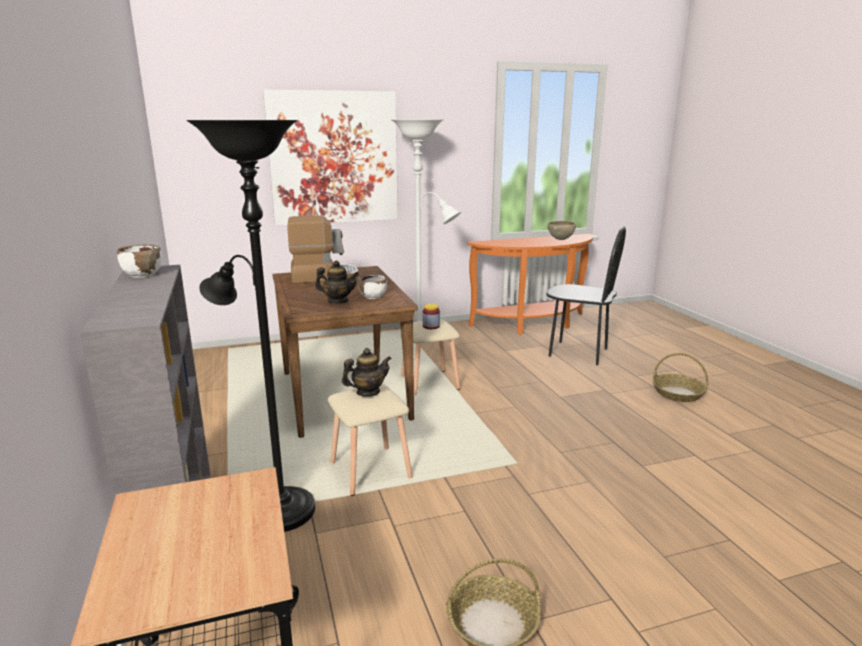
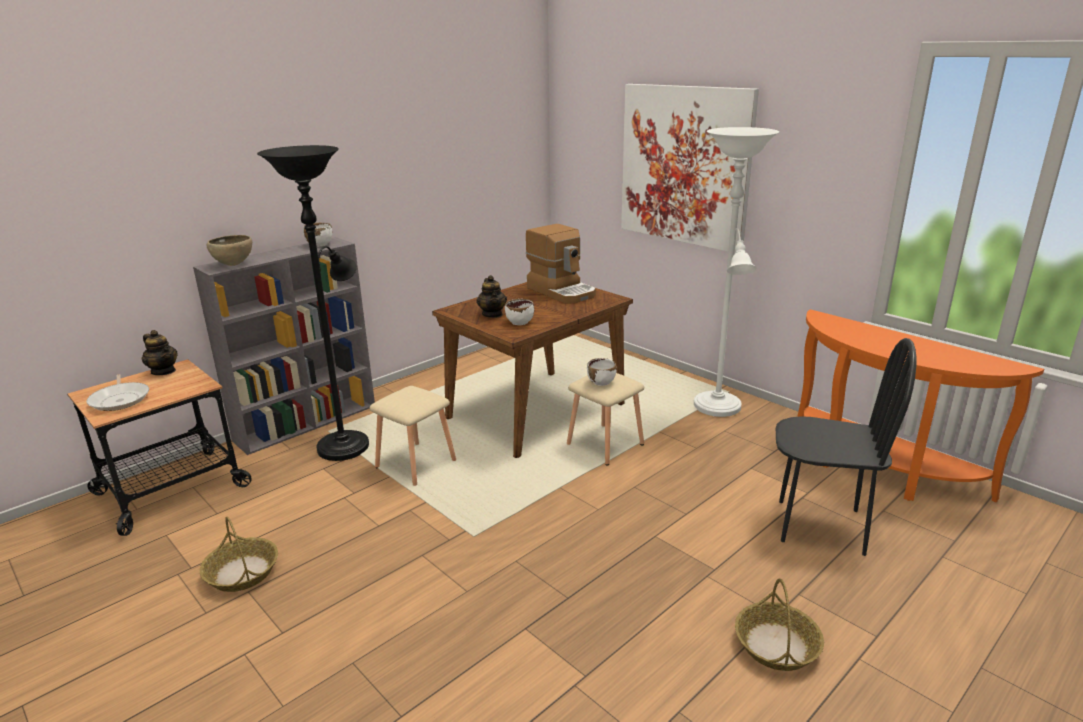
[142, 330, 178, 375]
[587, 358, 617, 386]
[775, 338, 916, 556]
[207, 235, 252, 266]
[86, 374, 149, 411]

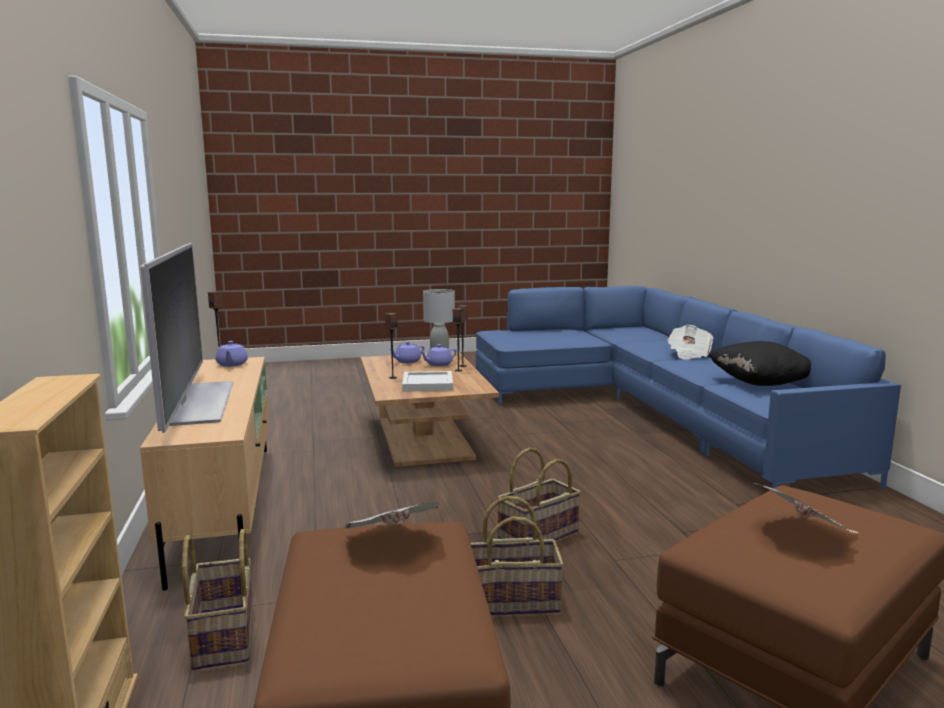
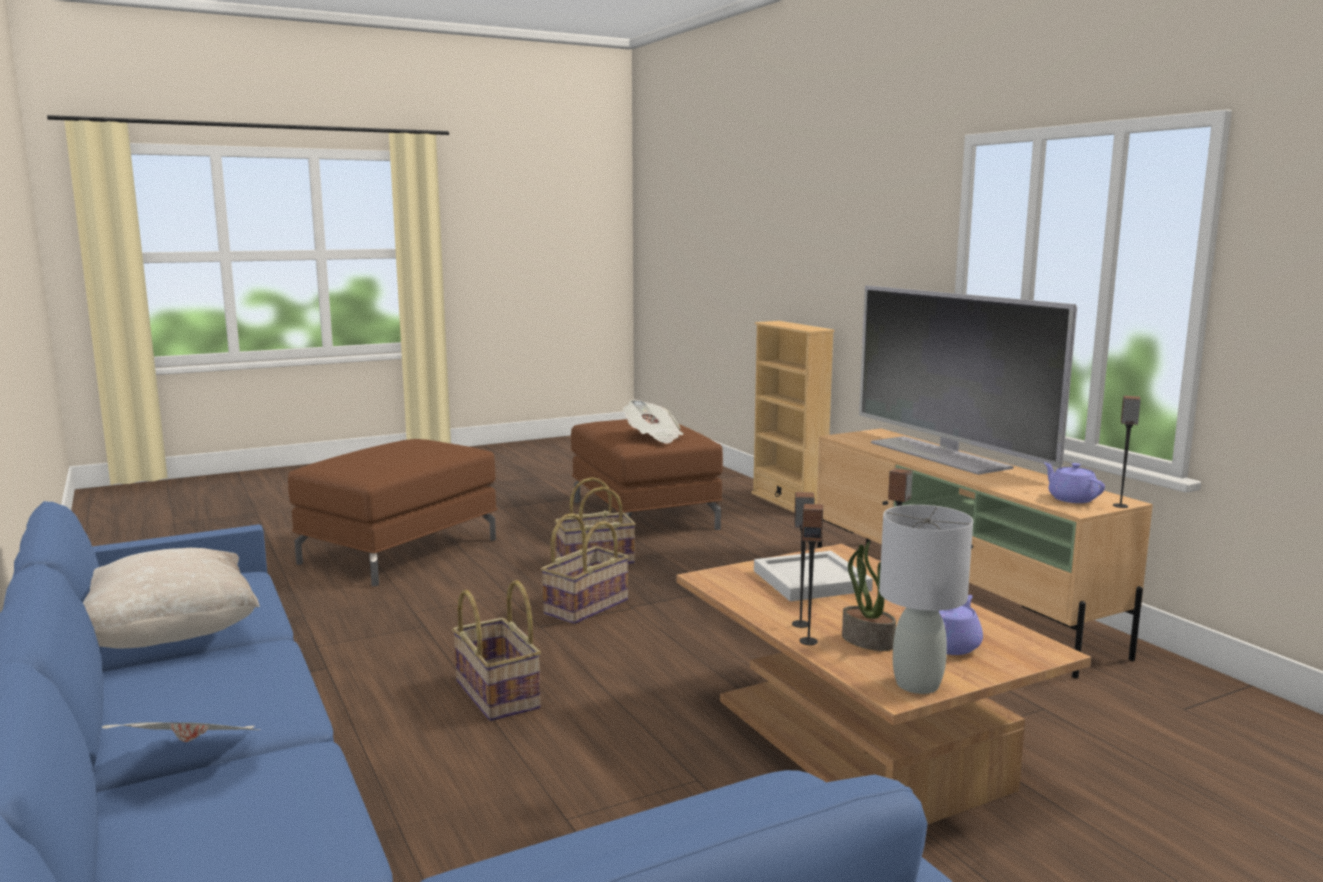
[452, 580, 541, 721]
[842, 541, 896, 651]
[83, 548, 260, 648]
[753, 483, 859, 534] (first image)

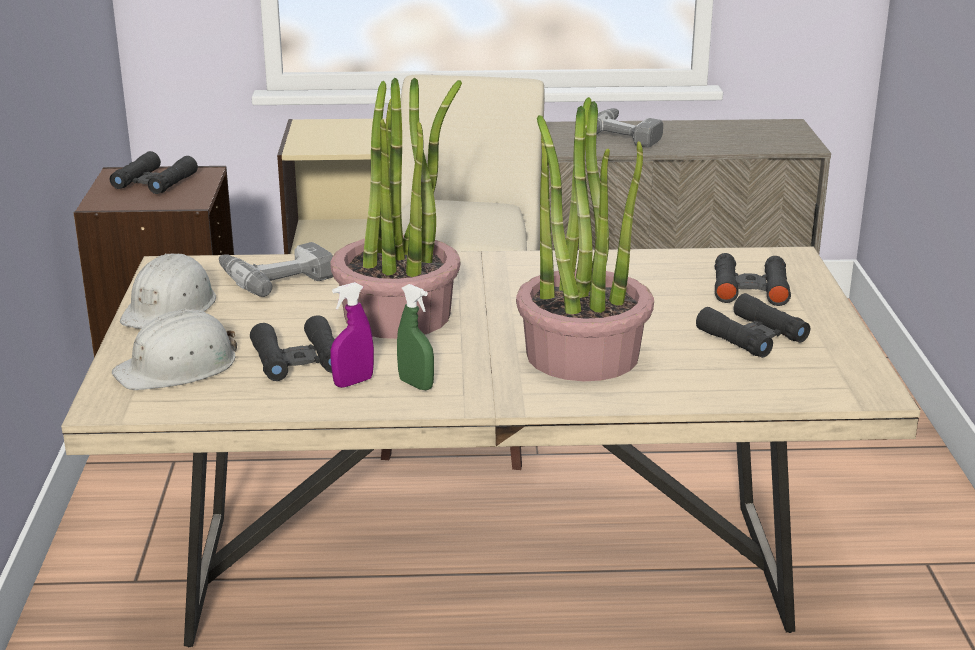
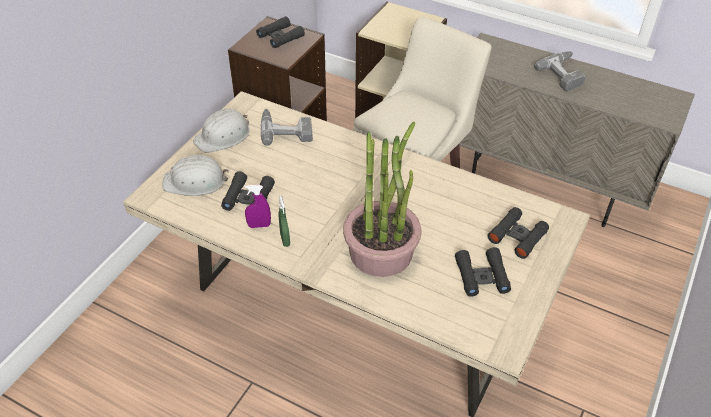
[330, 77, 462, 339] (first image)

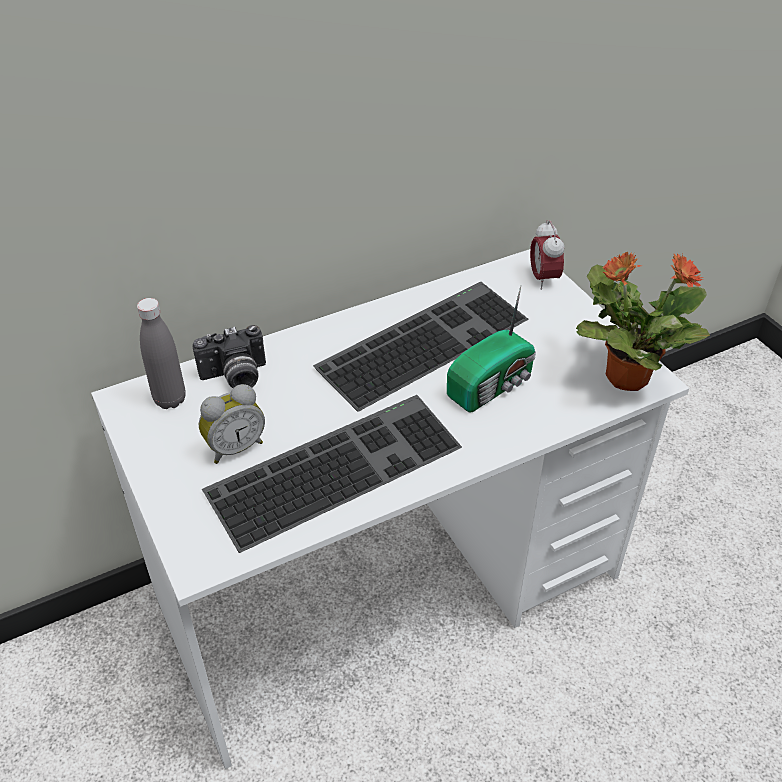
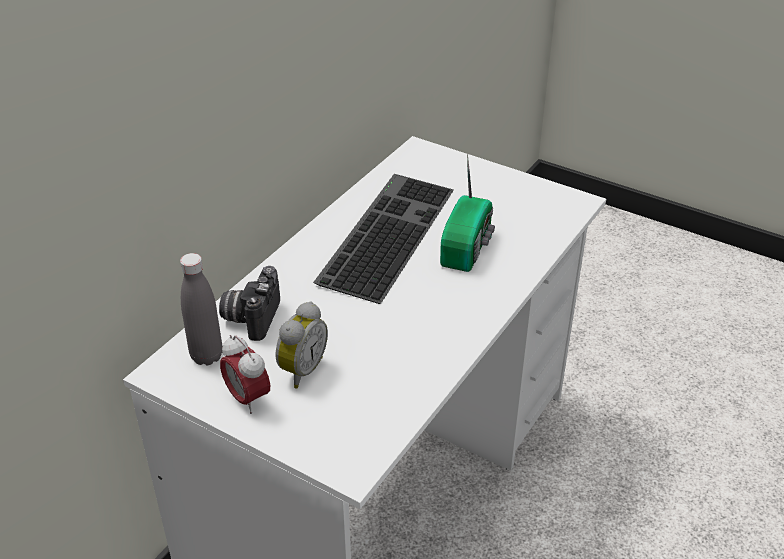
[219, 266, 280, 341]
[202, 395, 462, 553] (first image)
[220, 335, 270, 414]
[576, 252, 710, 391] (first image)

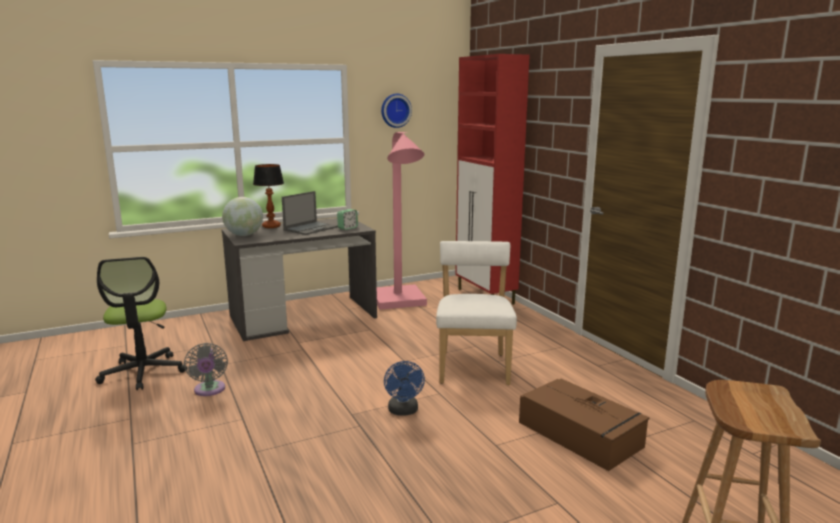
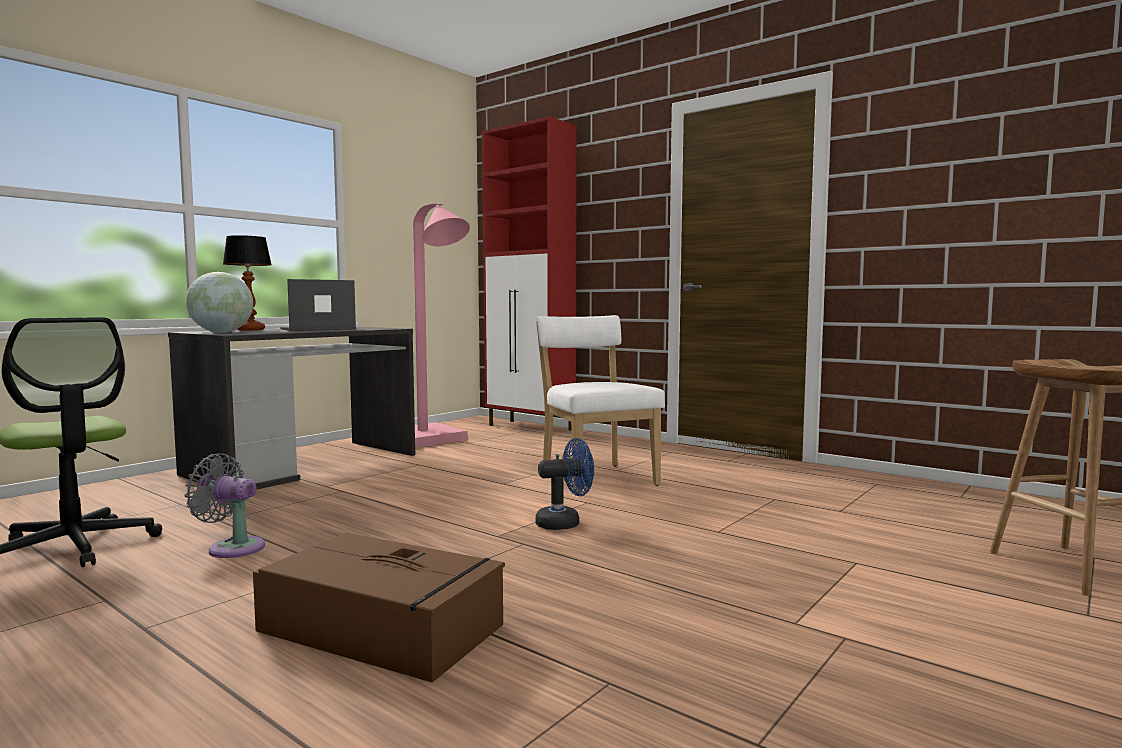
[184, 453, 265, 558]
[280, 279, 356, 331]
[337, 209, 358, 230] (first image)
[381, 94, 412, 128] (first image)
[535, 438, 594, 530]
[253, 533, 505, 683]

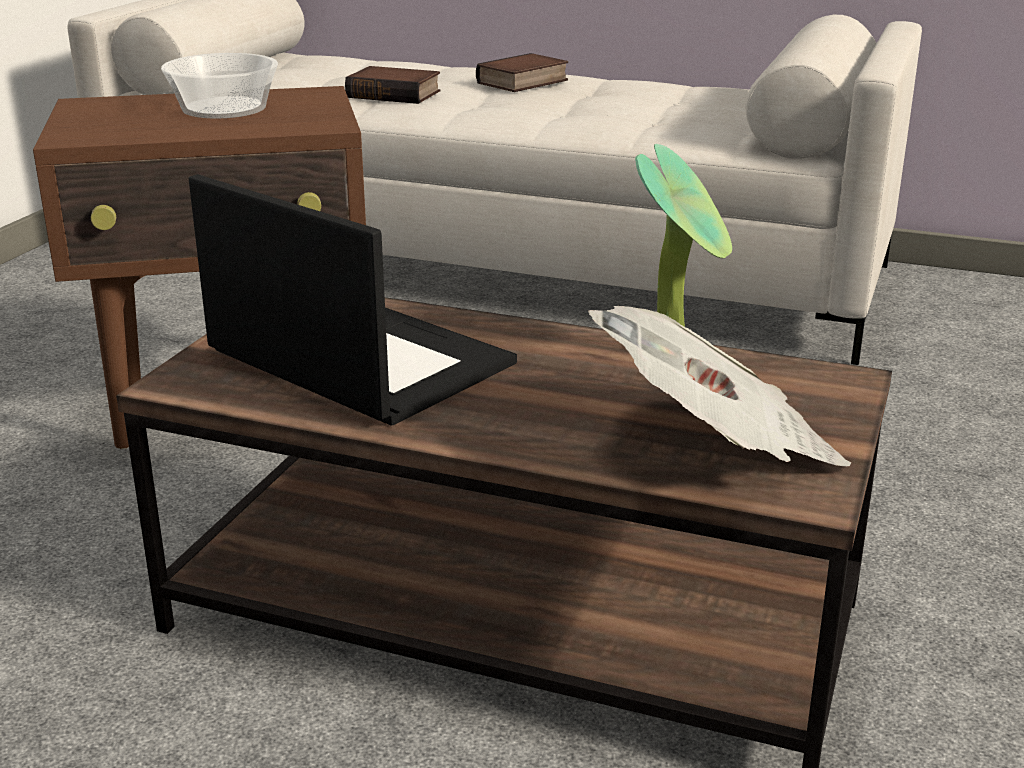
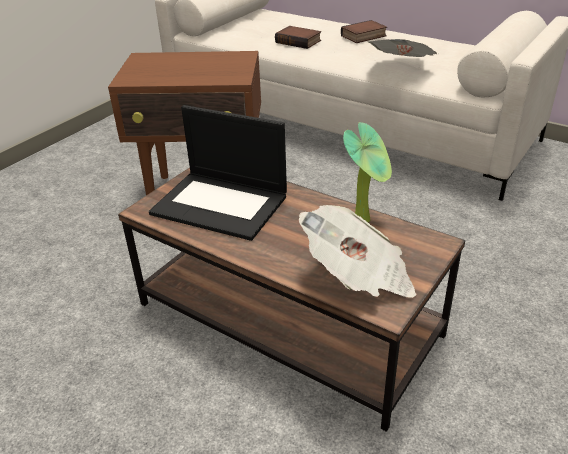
[161, 53, 278, 118] (first image)
[149, 105, 287, 241]
[369, 39, 437, 57]

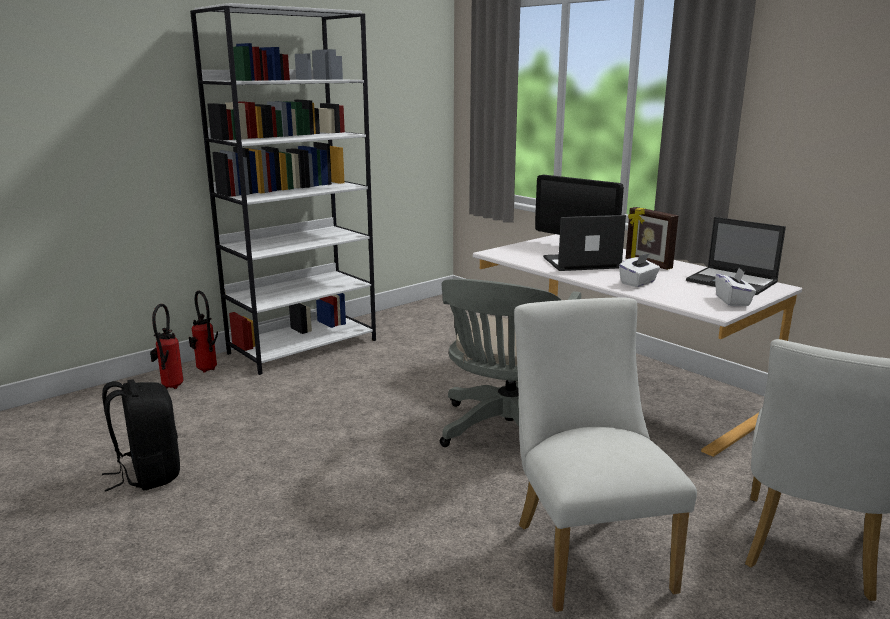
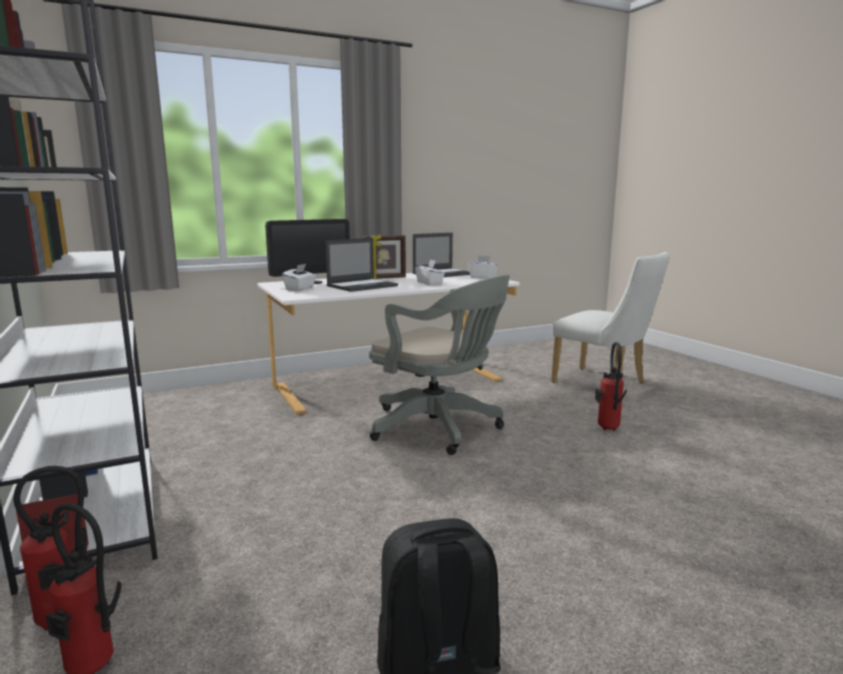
[595, 342, 627, 431]
[325, 238, 398, 292]
[282, 264, 316, 291]

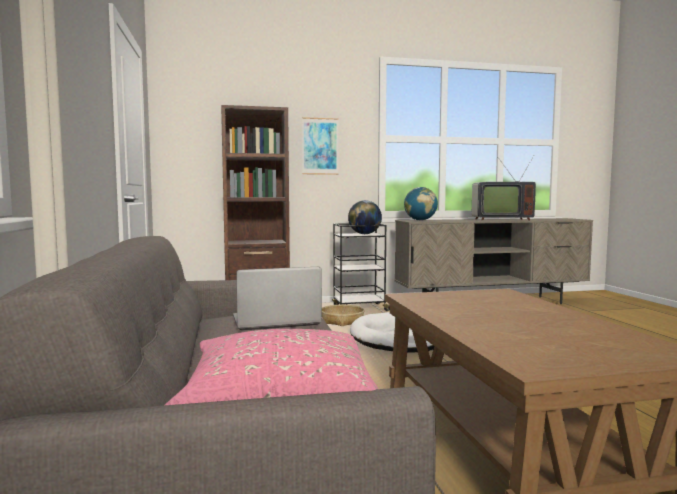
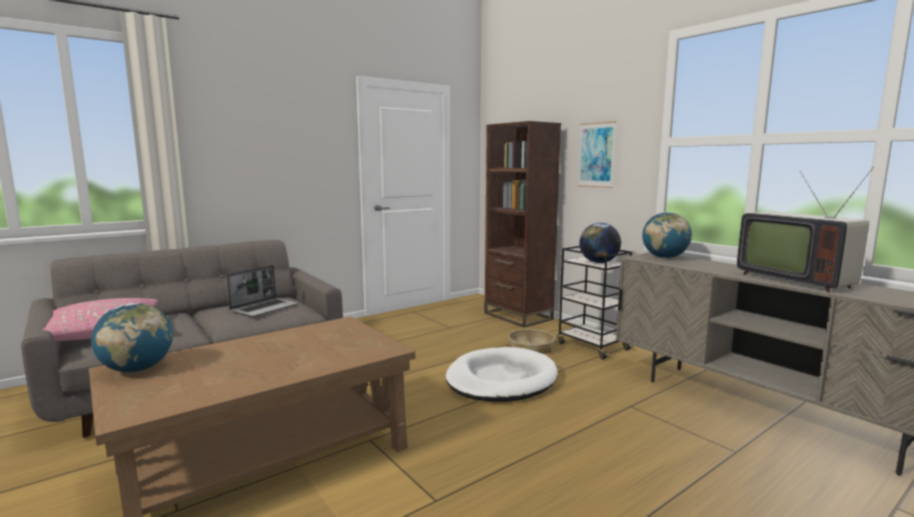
[226, 265, 298, 317]
[91, 303, 173, 372]

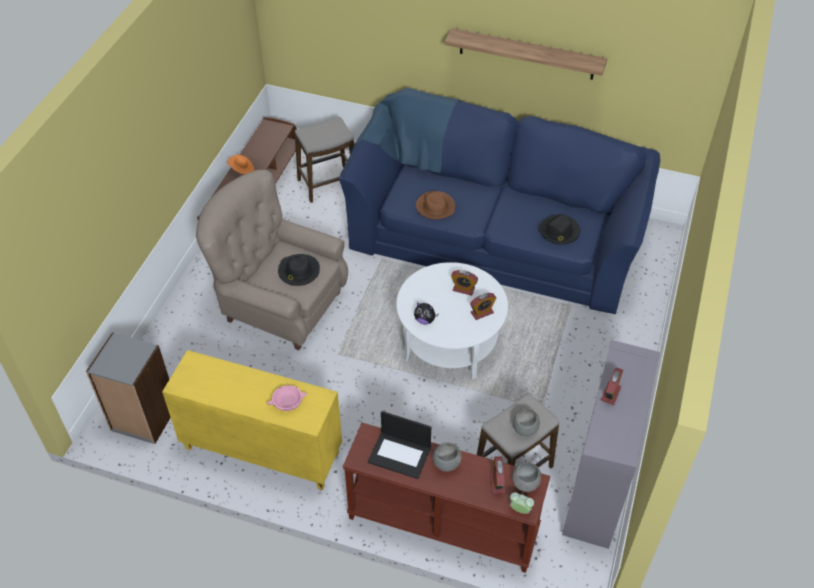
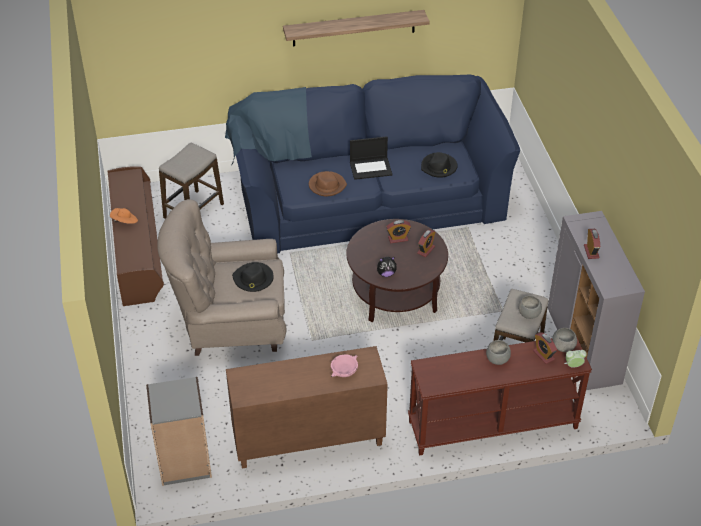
[226, 346, 388, 469]
[350, 136, 392, 180]
[346, 219, 448, 322]

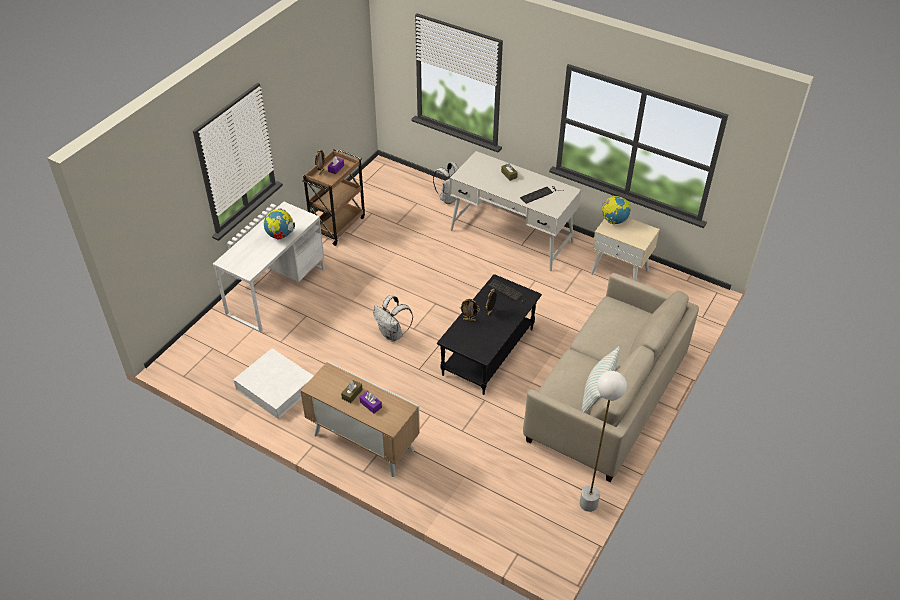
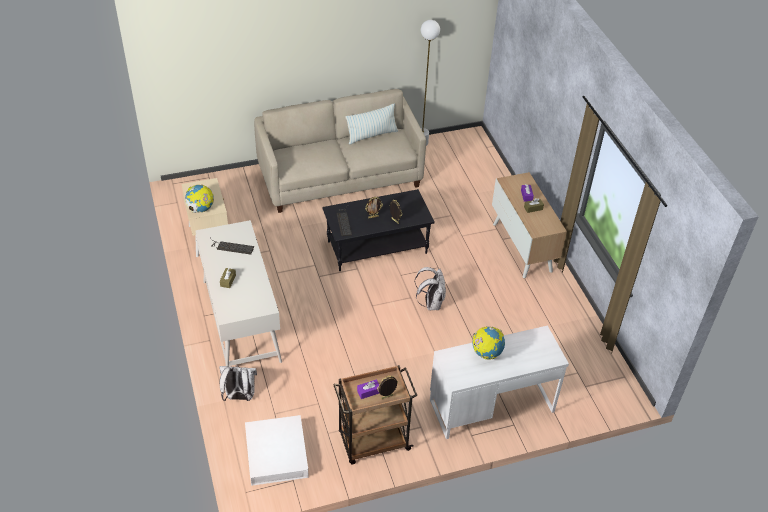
[245, 415, 309, 486]

